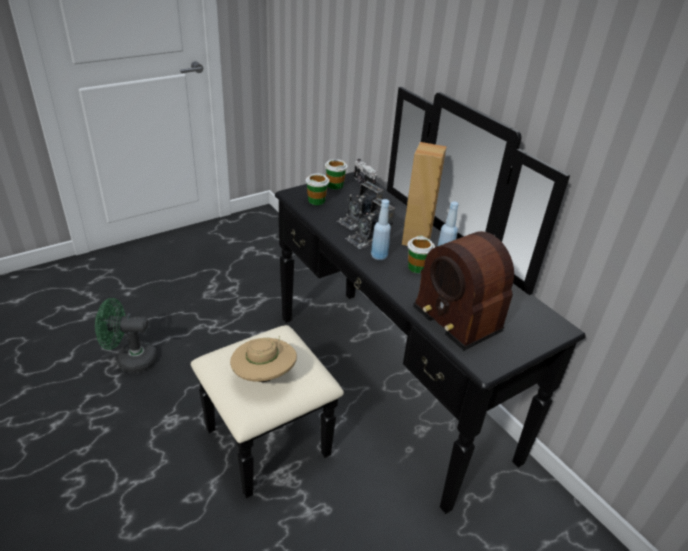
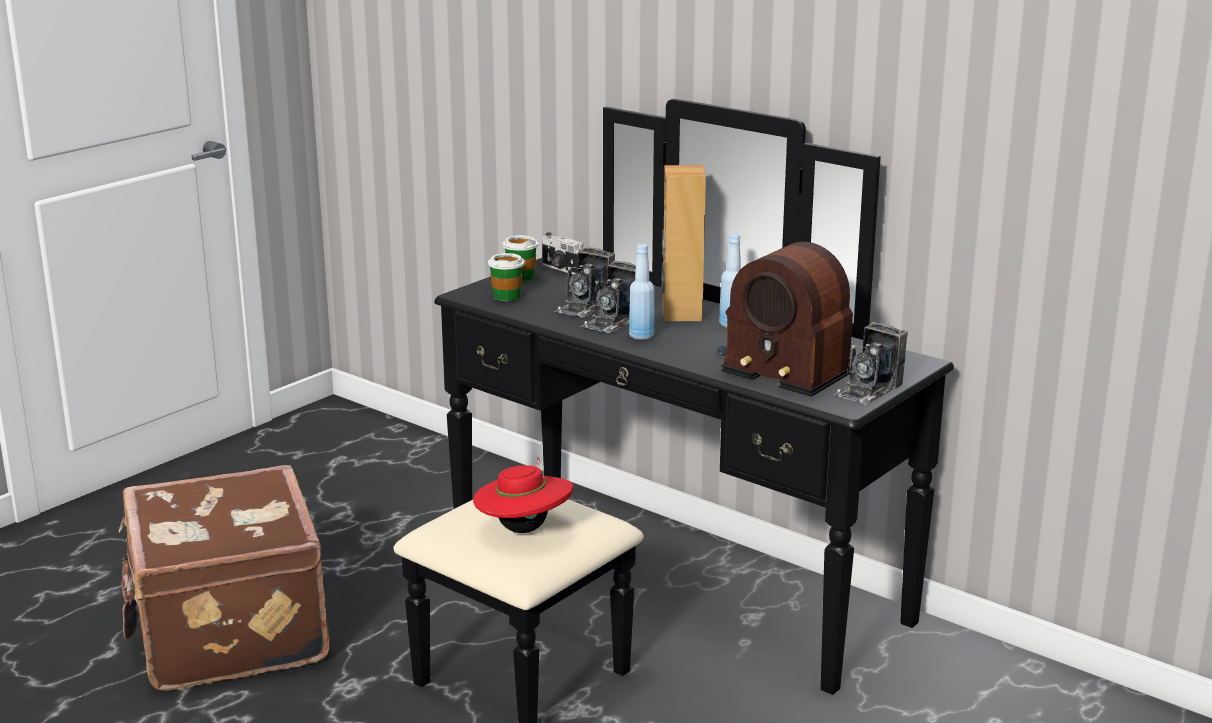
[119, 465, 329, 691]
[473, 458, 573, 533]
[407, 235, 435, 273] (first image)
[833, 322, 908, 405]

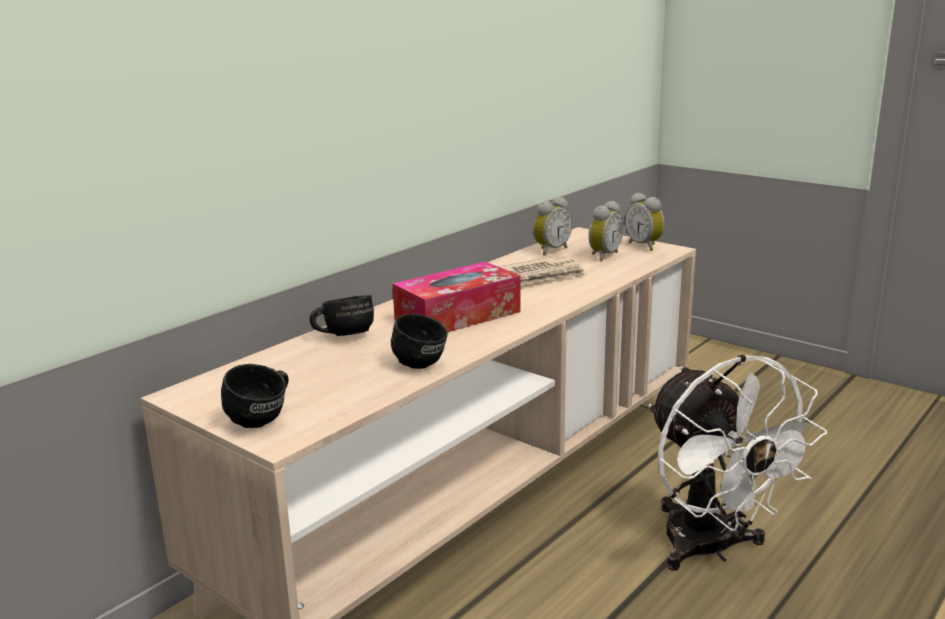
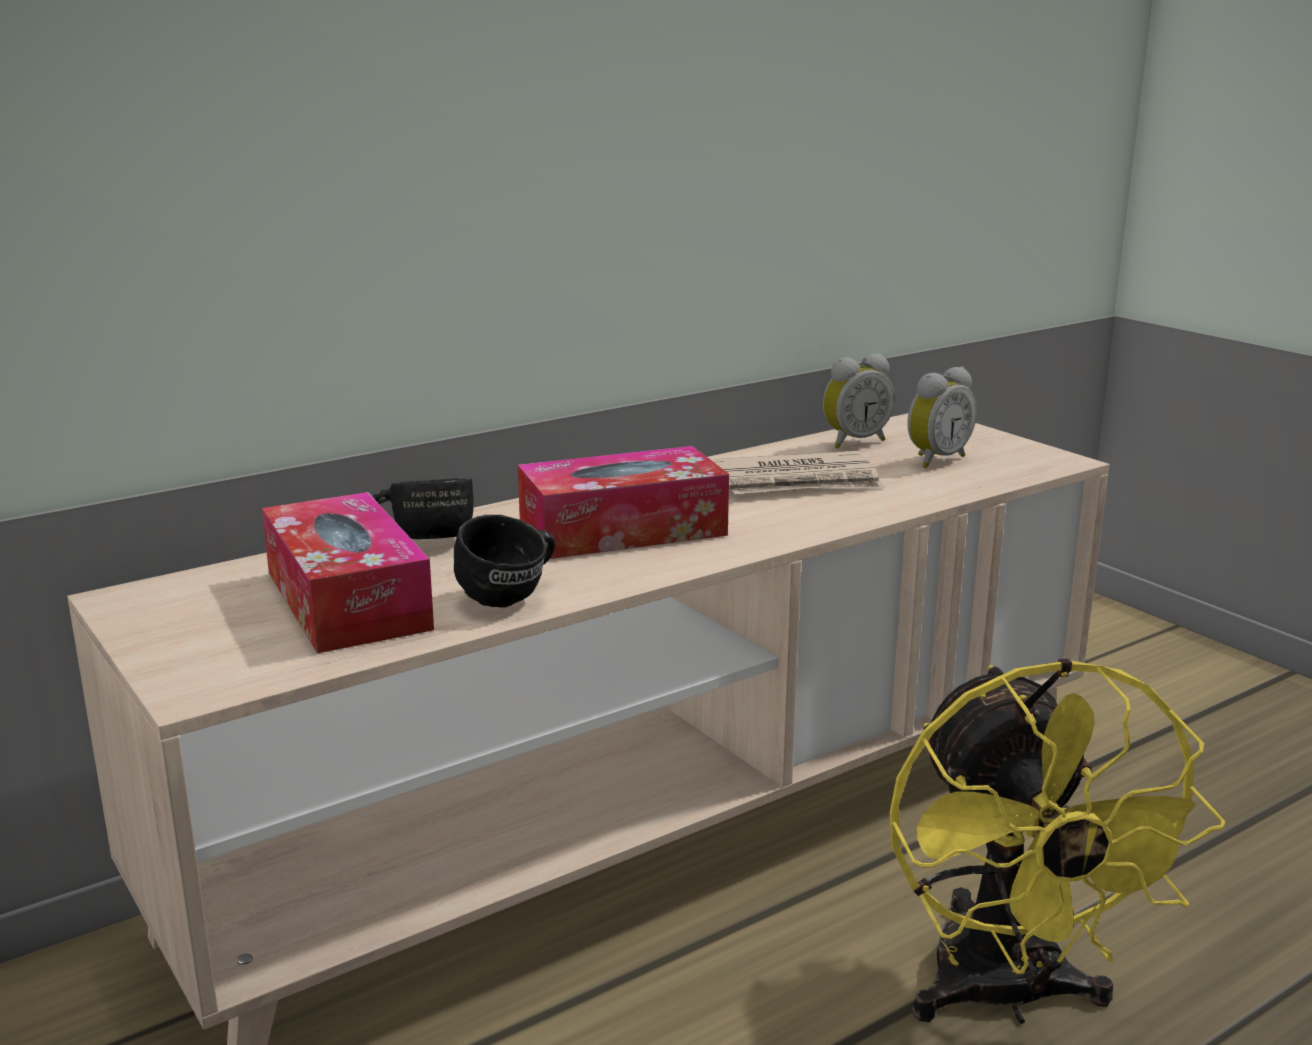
[221, 364, 289, 428] (first image)
[625, 193, 665, 251] (first image)
[890, 658, 1226, 1024]
[262, 492, 434, 653]

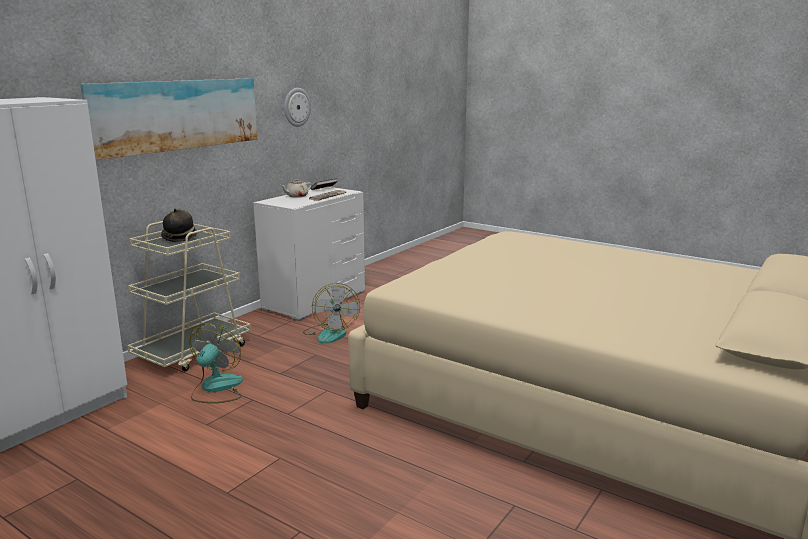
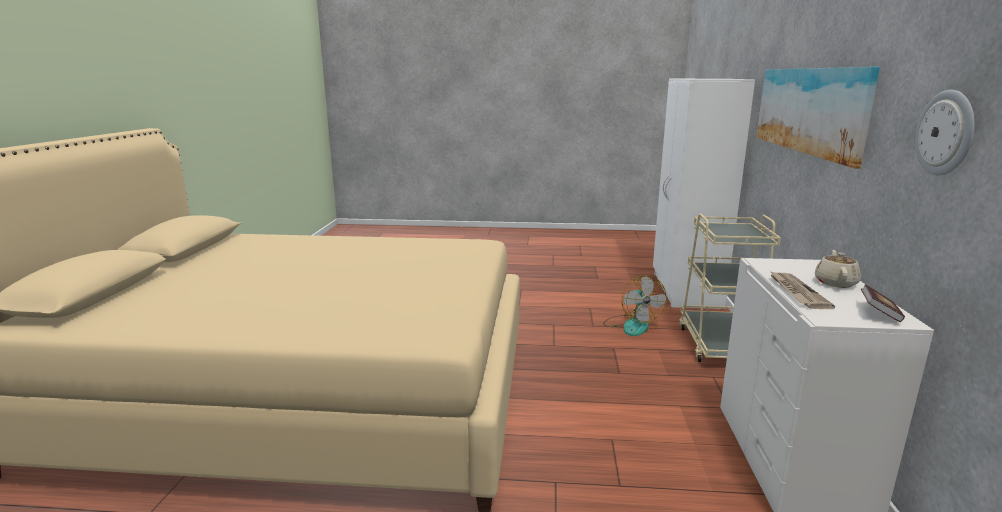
[161, 208, 198, 242] (first image)
[303, 283, 360, 343] (first image)

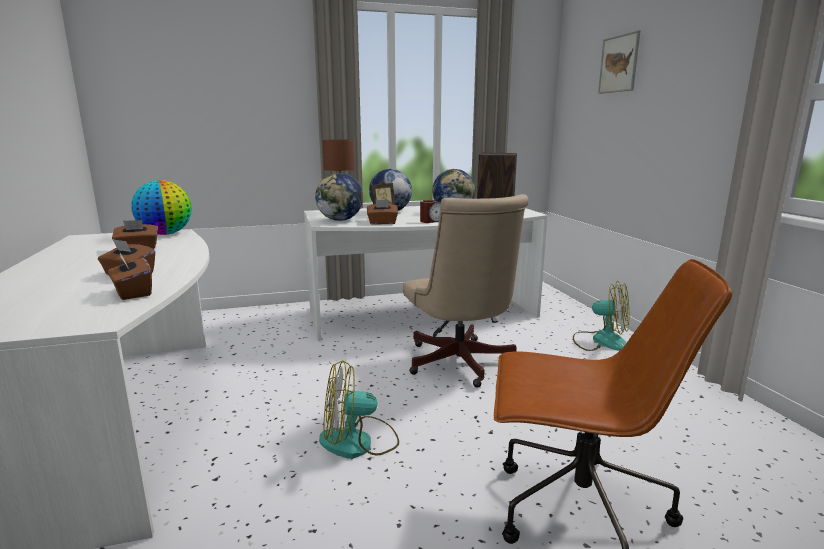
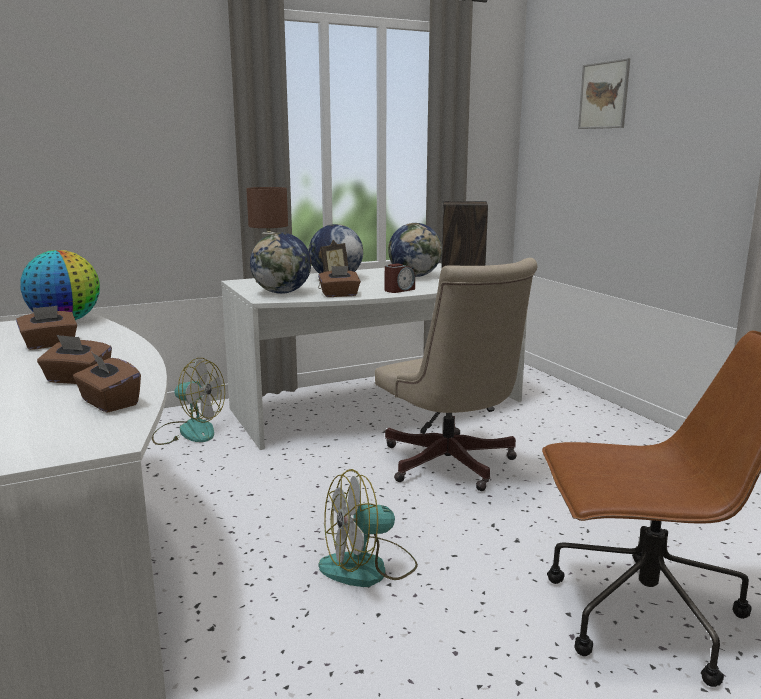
[152, 358, 225, 445]

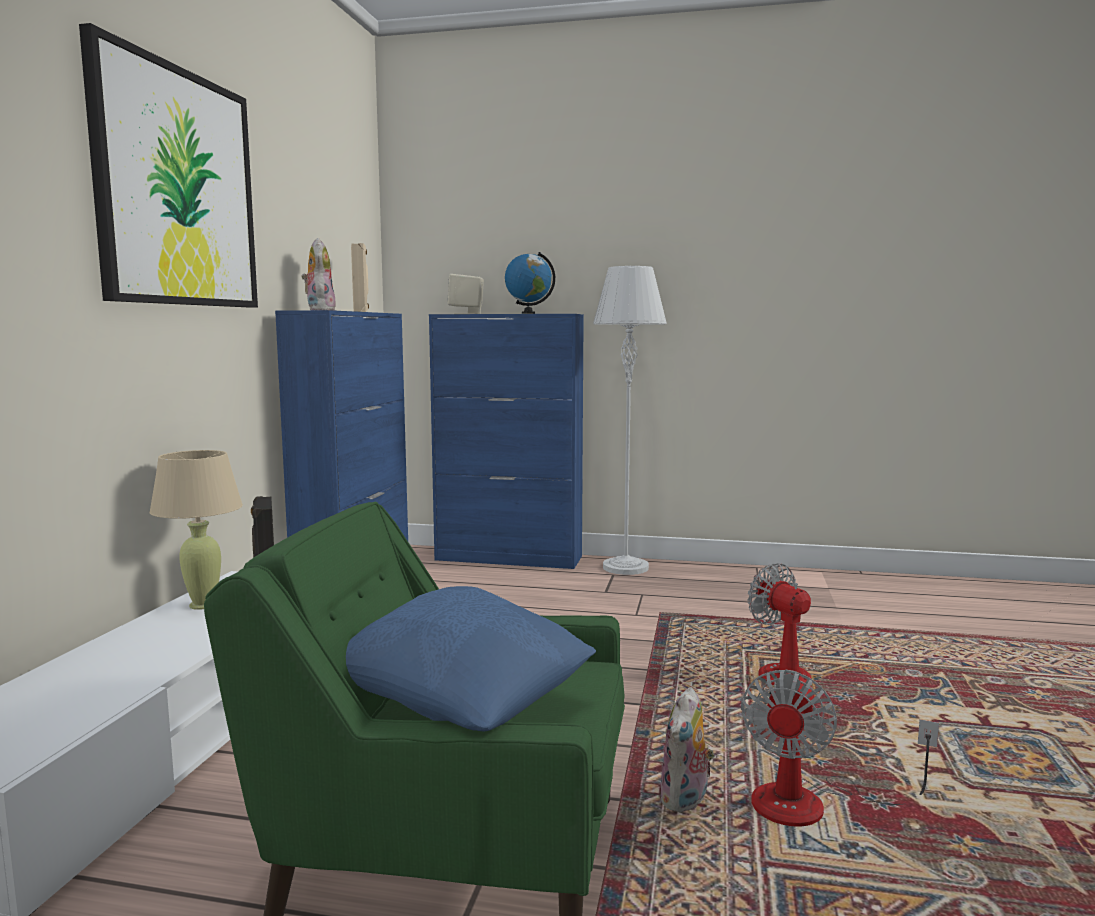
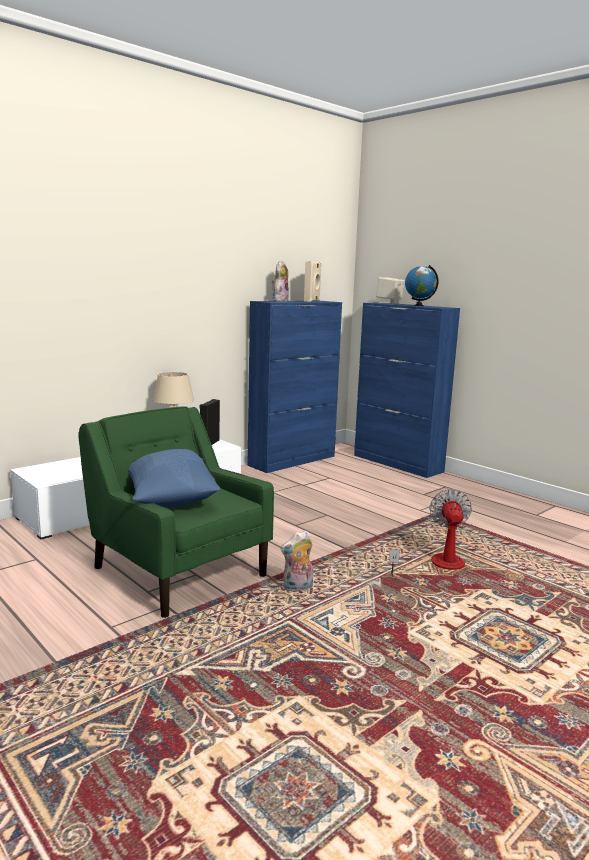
[79, 23, 258, 308] (first image)
[593, 266, 666, 575] (first image)
[741, 669, 939, 826] (first image)

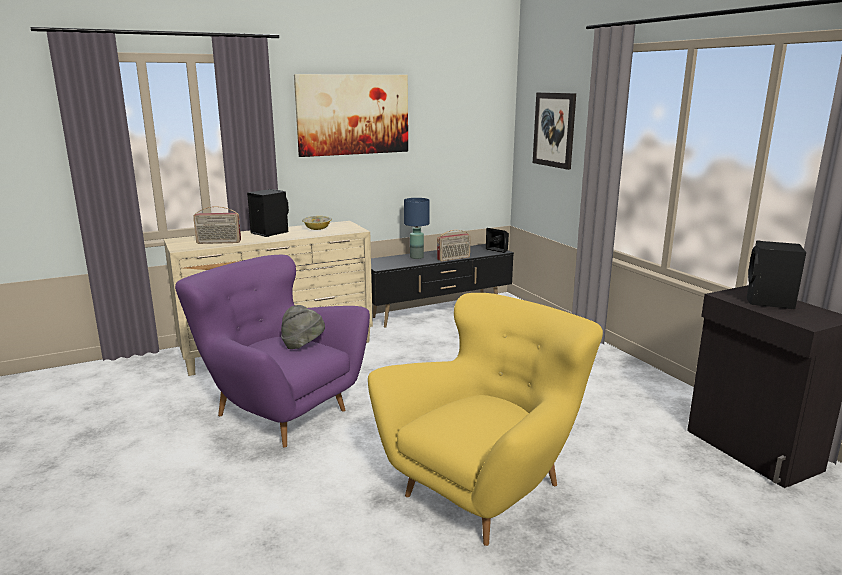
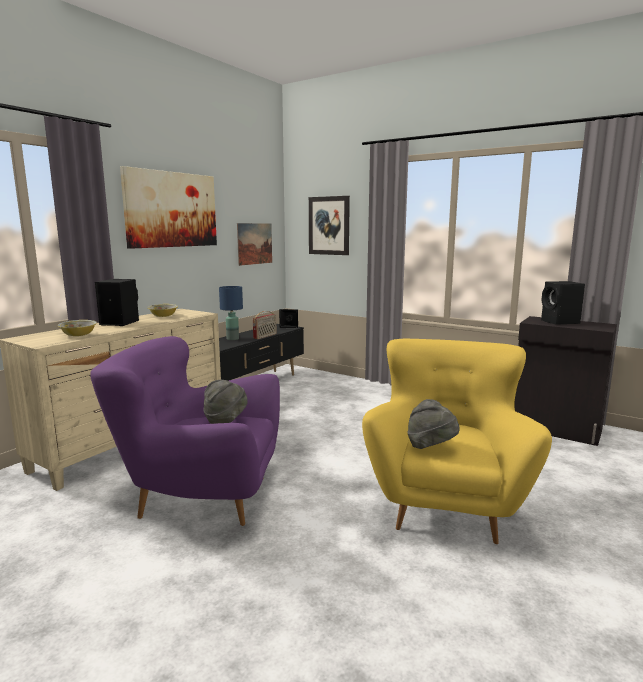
[58, 320, 97, 336]
[237, 223, 272, 266]
[407, 399, 460, 449]

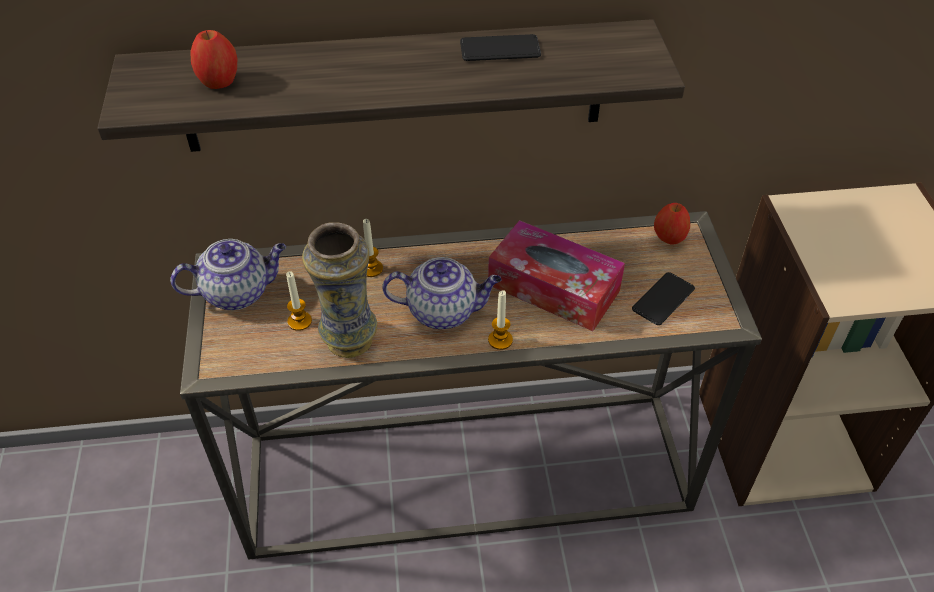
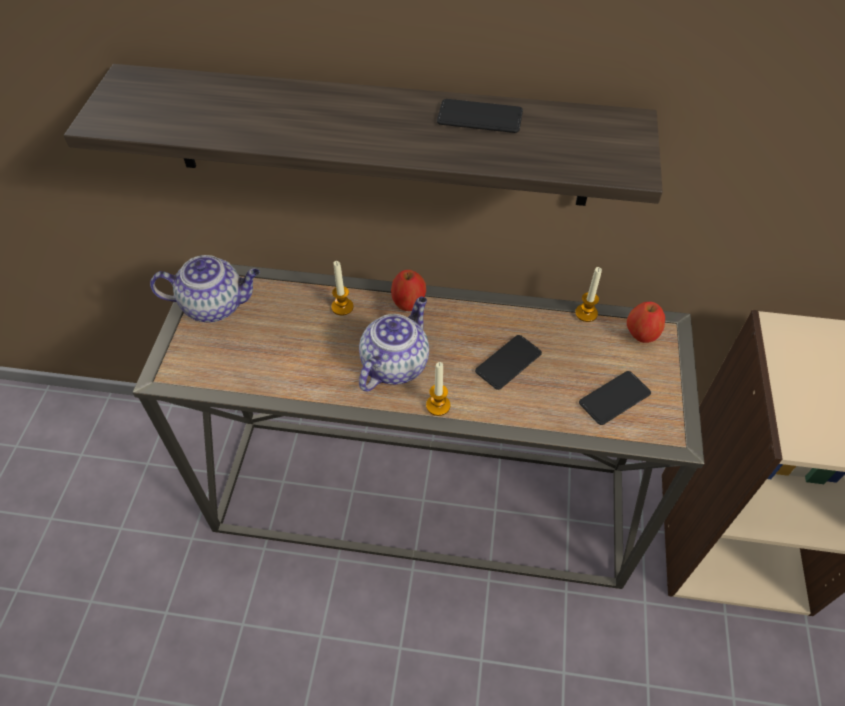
[391, 270, 426, 311]
[575, 267, 602, 322]
[302, 222, 377, 358] (first image)
[359, 297, 429, 392]
[475, 335, 542, 390]

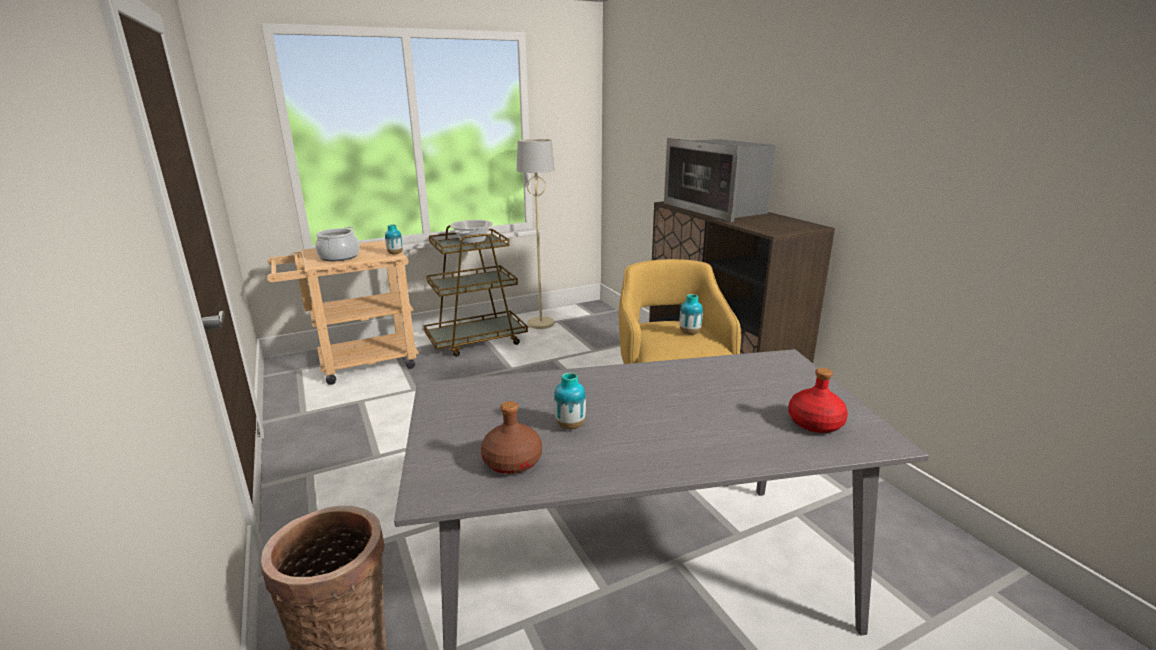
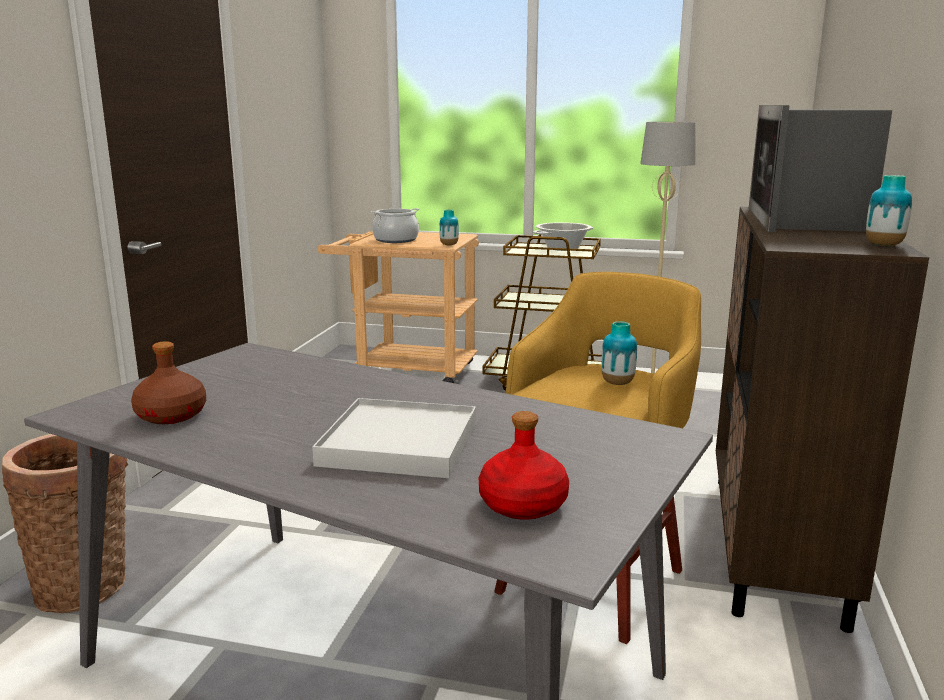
[866, 175, 912, 246]
[312, 398, 476, 478]

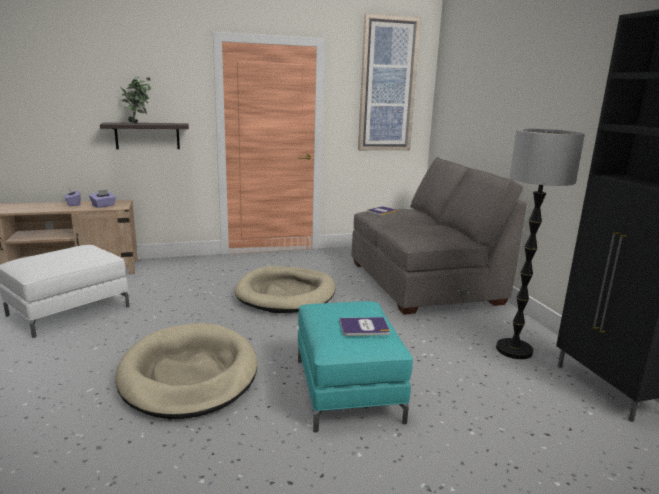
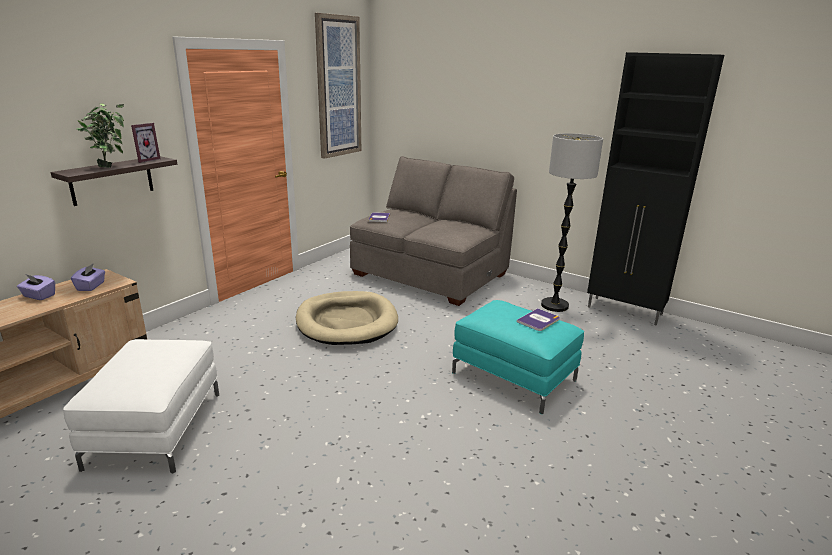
[115, 323, 257, 419] (first image)
[131, 123, 161, 163]

